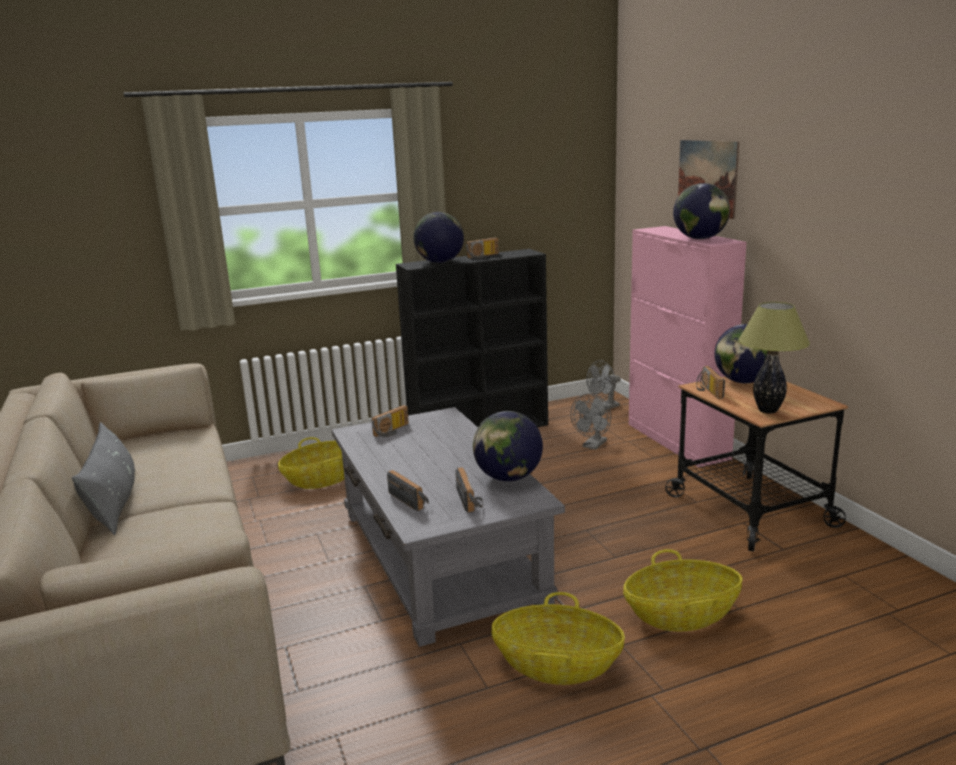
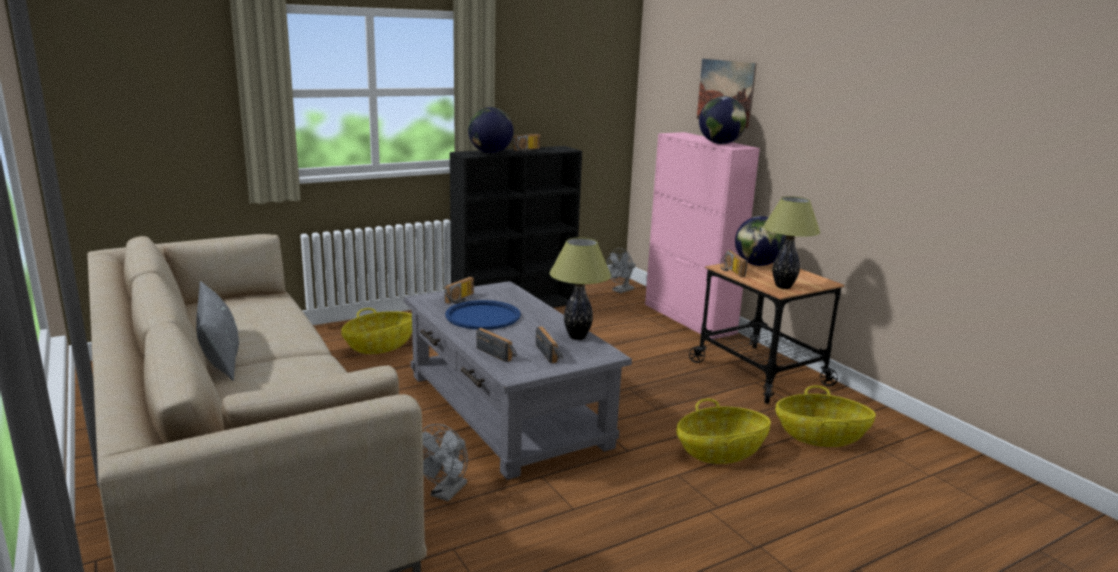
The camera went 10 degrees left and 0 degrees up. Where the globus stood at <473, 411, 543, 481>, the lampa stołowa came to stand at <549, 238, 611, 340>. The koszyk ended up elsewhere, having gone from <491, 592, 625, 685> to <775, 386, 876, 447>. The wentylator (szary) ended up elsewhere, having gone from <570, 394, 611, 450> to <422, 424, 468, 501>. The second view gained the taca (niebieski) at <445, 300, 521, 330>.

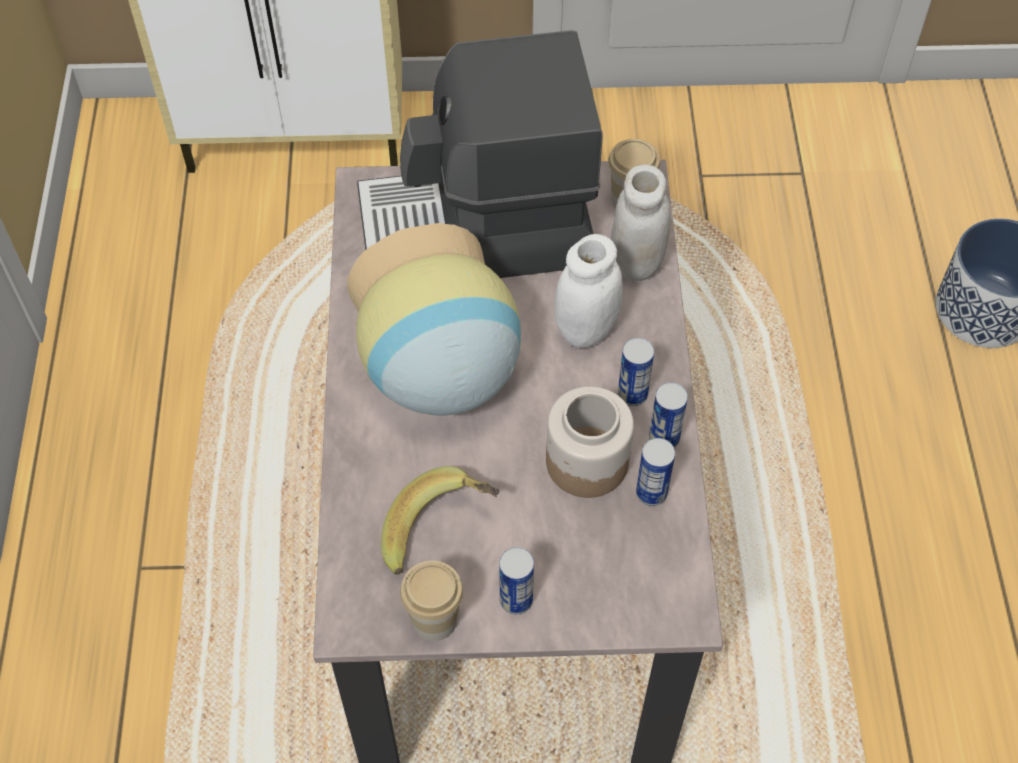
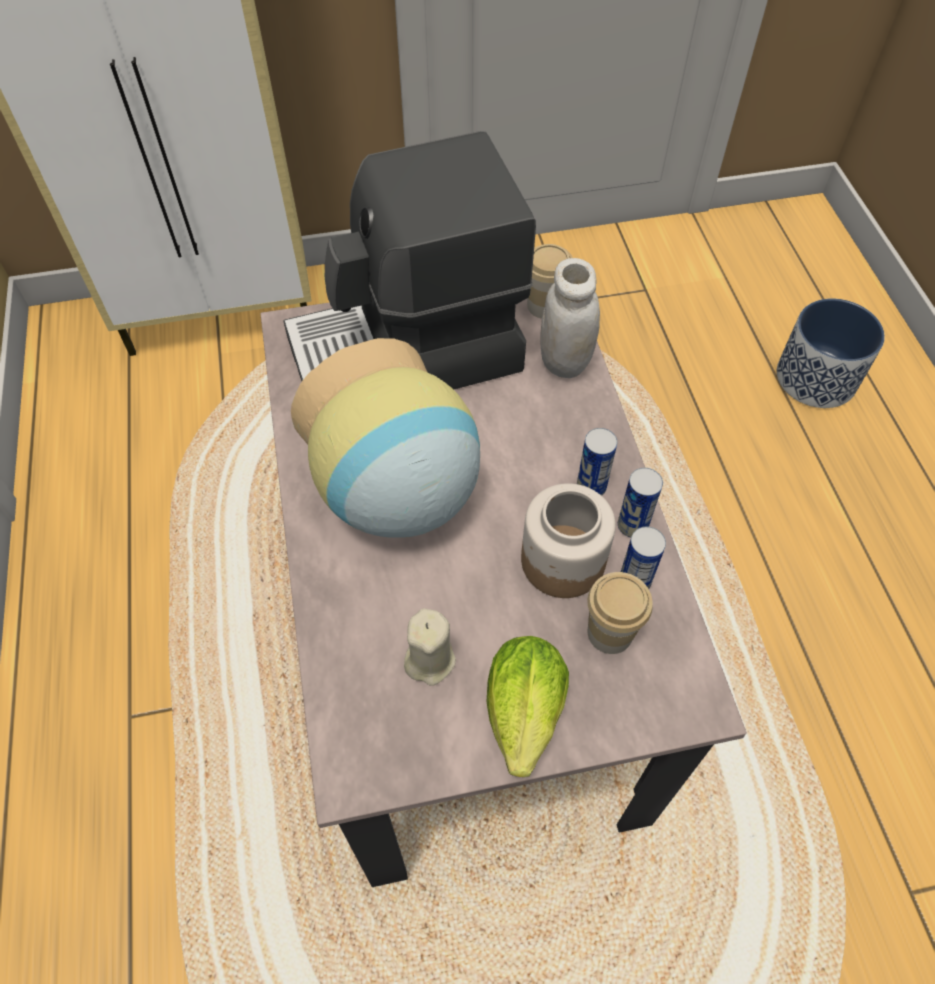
The camera went 10 degrees left and 0 degrees up. Where the banan stood at <381, 466, 499, 574>, the świeca (beżowy) came to stand at <404, 608, 456, 686>. The filiżanka ended up elsewhere, having gone from <400, 561, 463, 641> to <587, 572, 653, 654>. Where the puszka stood at <499, 547, 534, 614>, the sałata came to stand at <486, 636, 569, 777>. The second view lost the słoik (biały) at <555, 234, 623, 348>.

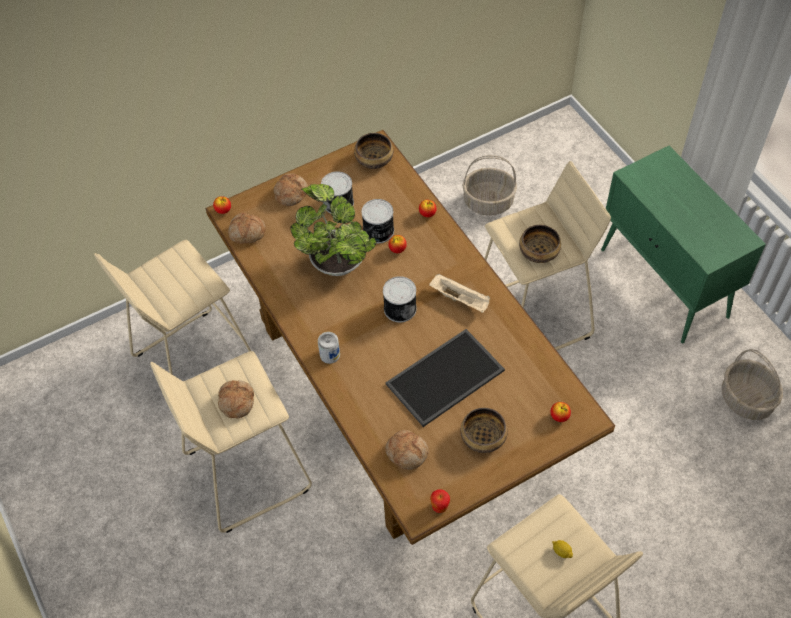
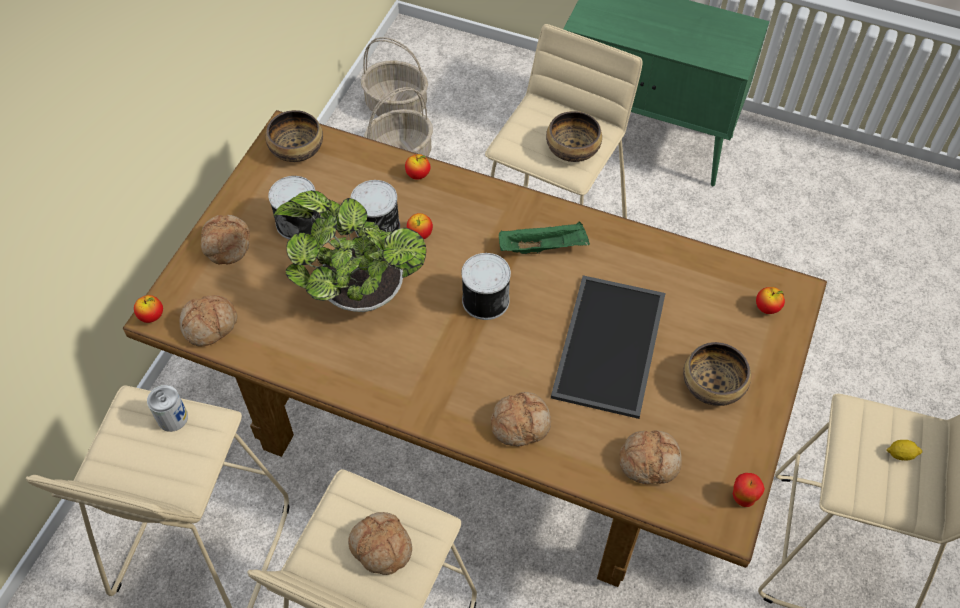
The camera went 40 degrees left and 0 degrees up. The puszka ended up elsewhere, having gone from <318, 332, 340, 364> to <147, 385, 188, 432>. What was the taca (beżowy) at <429, 274, 490, 313> turned into the taca (zielony) at <499, 221, 590, 254>. The koszyk ended up elsewhere, having gone from <722, 349, 783, 420> to <360, 37, 428, 116>. The second view gained the chleb at <490, 392, 551, 446>.

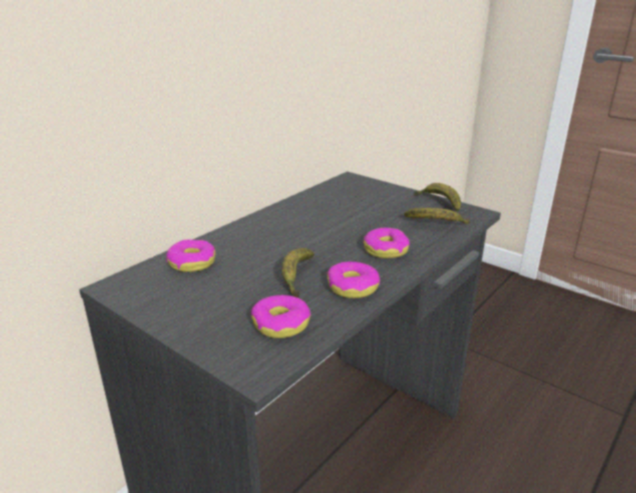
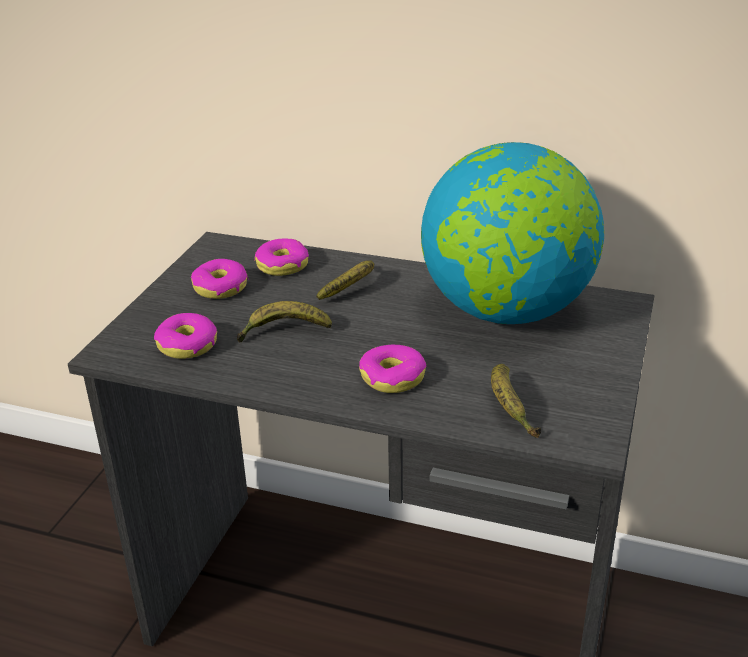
The camera went 70 degrees right and 5 degrees up. The donut ended up elsewhere, having gone from <327, 262, 380, 298> to <191, 259, 248, 299>. The banan ended up elsewhere, having gone from <414, 183, 461, 211> to <316, 260, 374, 300>. The second view gained the globus at <421, 142, 604, 324>.

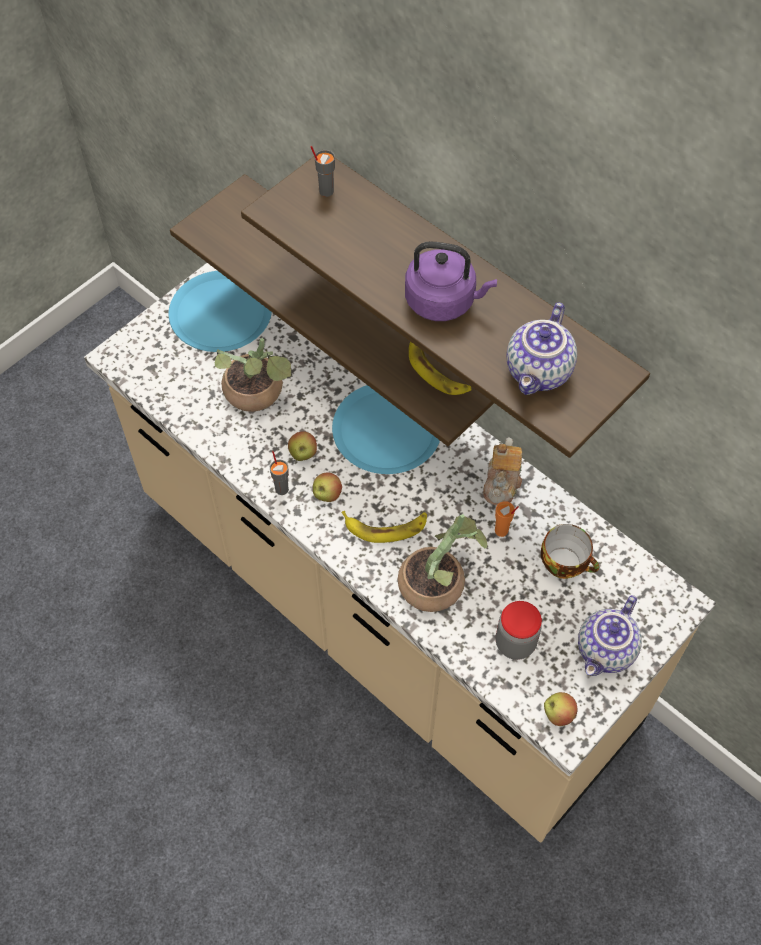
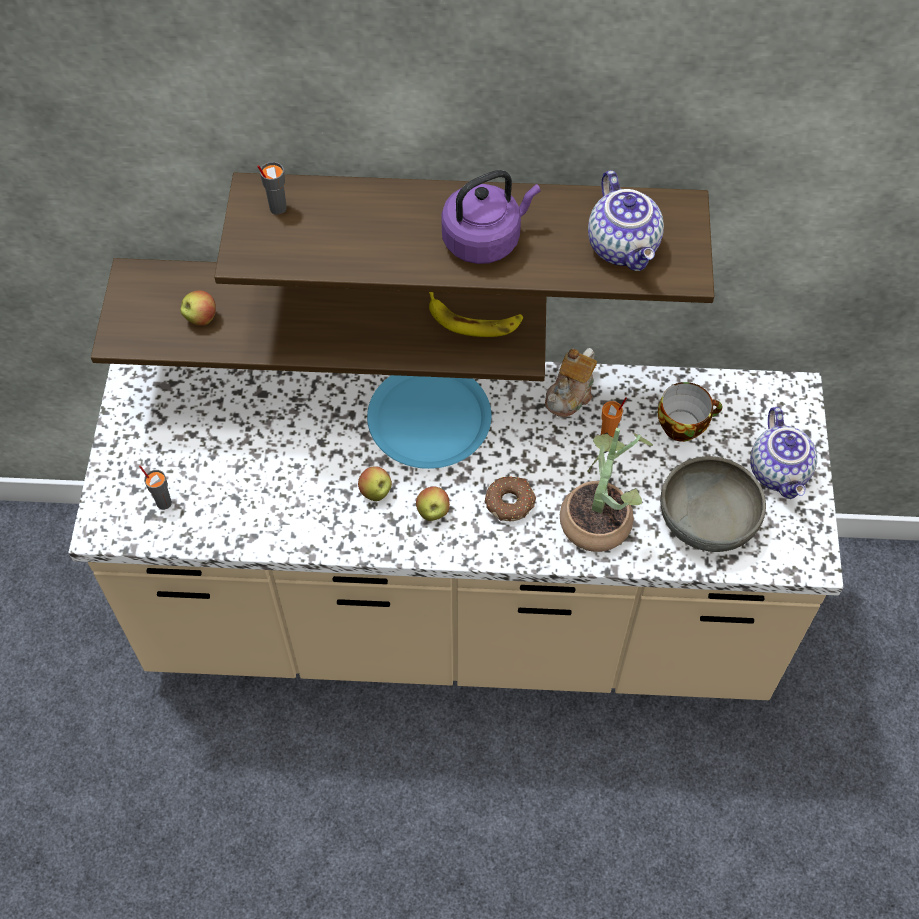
The camera went 40 degrees left and 0 degrees up. The second view lost the talerz (niebieski) at <169, 271, 272, 352>. The second view lost the roślina doniczkowa at <215, 338, 293, 412>. The filiżanka (szary) ended up elsewhere, having gone from <270, 451, 289, 495> to <139, 466, 172, 510>. Where the banan stood at <341, 511, 427, 543>, the donut came to stand at <485, 476, 536, 521>. The imbryk at <483, 438, 522, 506> ended up facing another way, 60 degrees clockwise from before. Where the słoik stood at <496, 601, 542, 660>, the miska (szary) came to stand at <660, 456, 766, 552>. The jabłko ended up elsewhere, having gone from <544, 692, 578, 726> to <180, 290, 216, 326>.

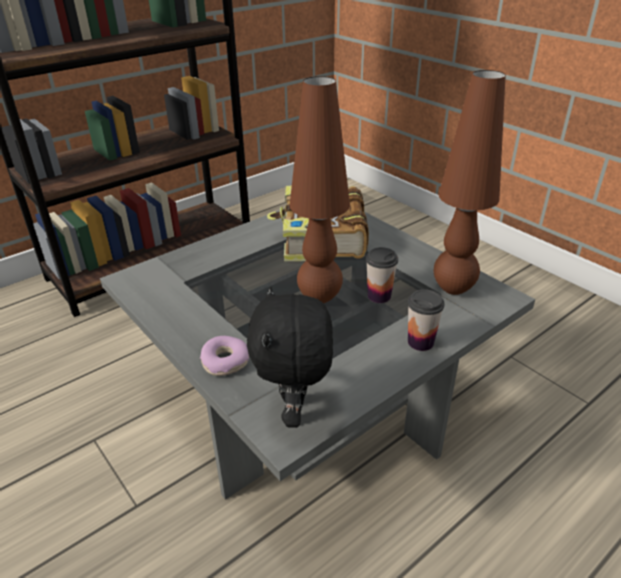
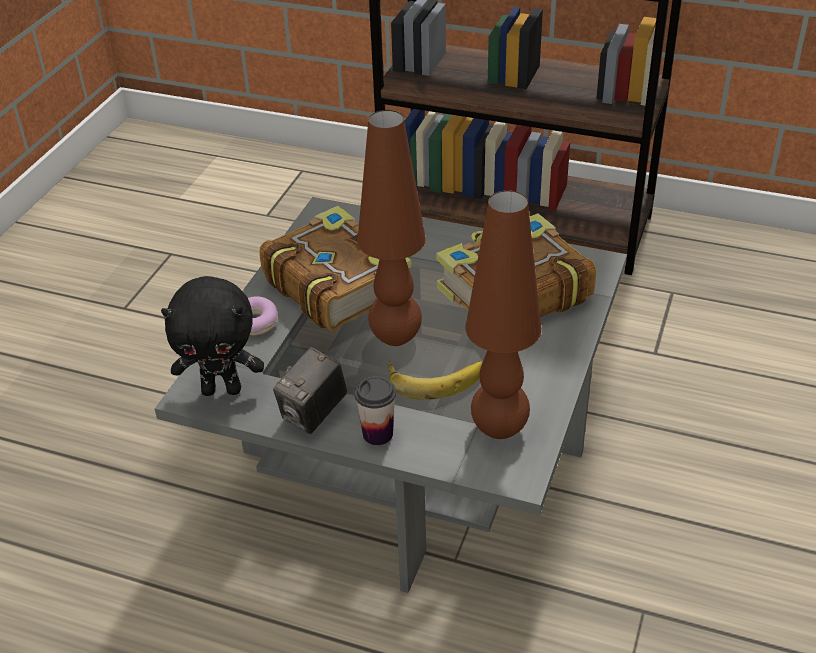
The camera went 60 degrees right and 5 degrees up. The pluszak (czarny) at <247, 286, 333, 428> ended up facing another way, 150 degrees counterclockwise from before. Where the filiżanka stood at <366, 247, 398, 303>, the banan came to stand at <388, 361, 483, 400>. The second view gained the książka at <259, 206, 412, 331>. The second view gained the aparat fotograficzny at <273, 347, 347, 434>.

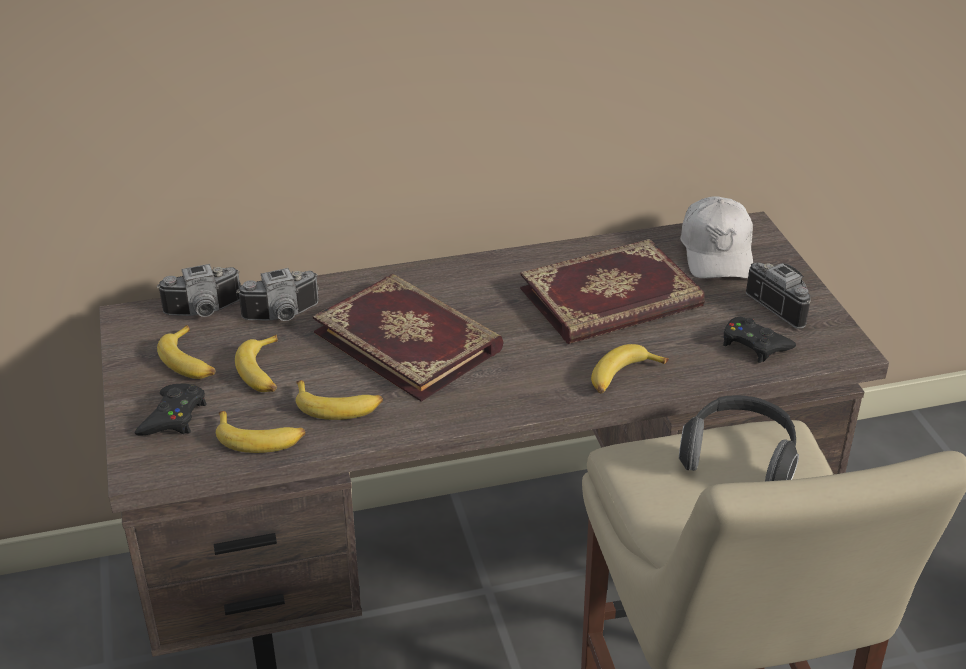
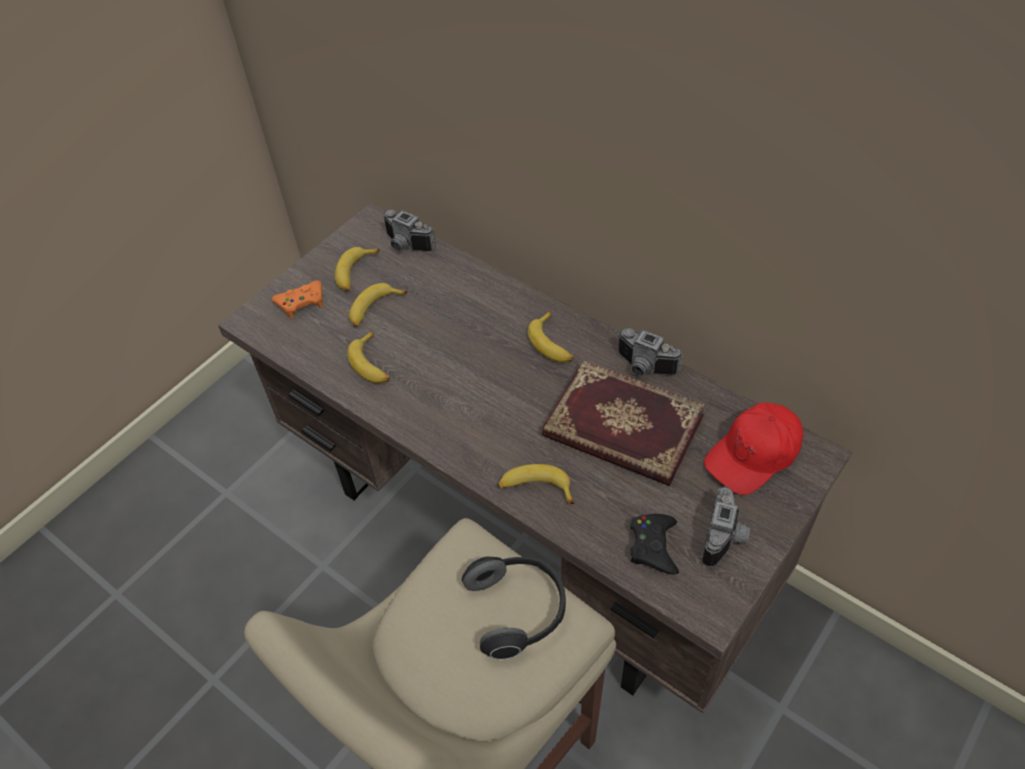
The camera went 55 degrees right and 15 degrees up. What was the pad do gier (czarny) at <135, 384, 207, 436> turned into the pad do gier (pomarańczowy) at <272, 280, 323, 319>. The banan ended up elsewhere, having gone from <216, 411, 305, 453> to <528, 311, 574, 362>. The aparat fotograficzny ended up elsewhere, having gone from <236, 268, 319, 321> to <618, 328, 683, 376>. The second view lost the książka at <312, 274, 504, 402>. What was the czapka z daszkiem (biały) at <680, 196, 753, 279> turned into the czapka z daszkiem (czerwony) at <704, 403, 803, 495>.

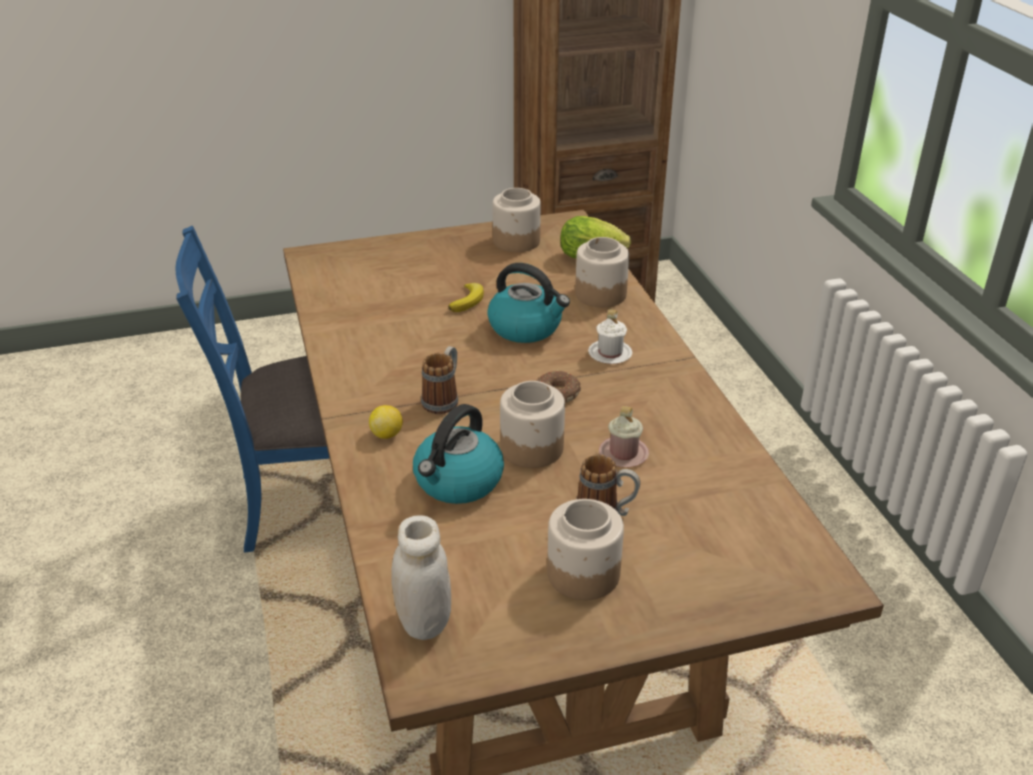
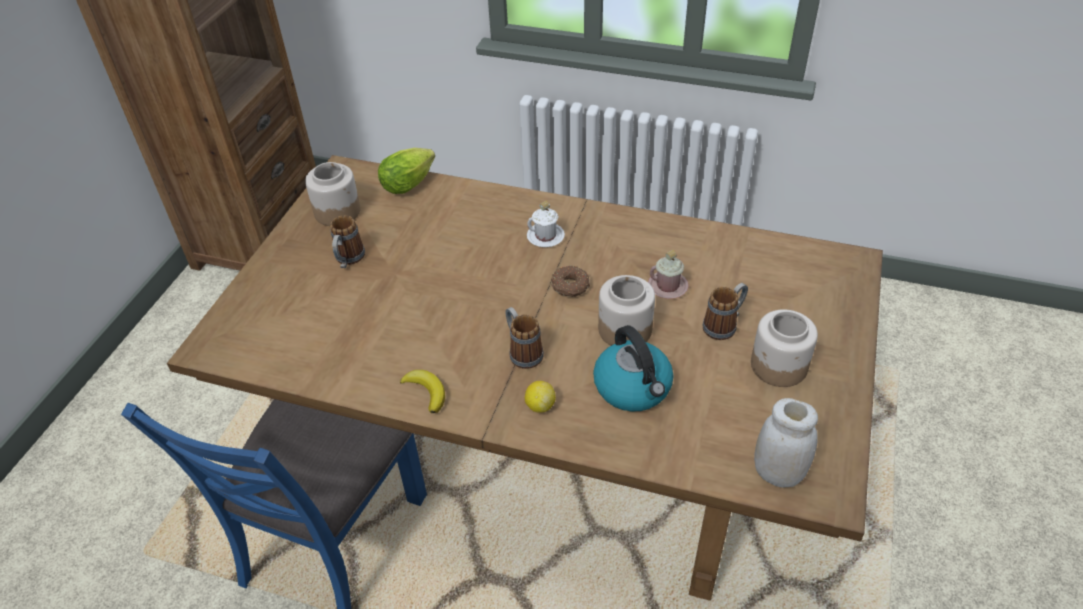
The camera went 55 degrees left and 10 degrees up. The banan ended up elsewhere, having gone from <448, 283, 484, 312> to <400, 370, 445, 413>. The second view lost the czajnik at <487, 263, 570, 343>. The second view lost the słoik at <575, 237, 629, 307>. The second view gained the kubek at <330, 215, 365, 268>.

